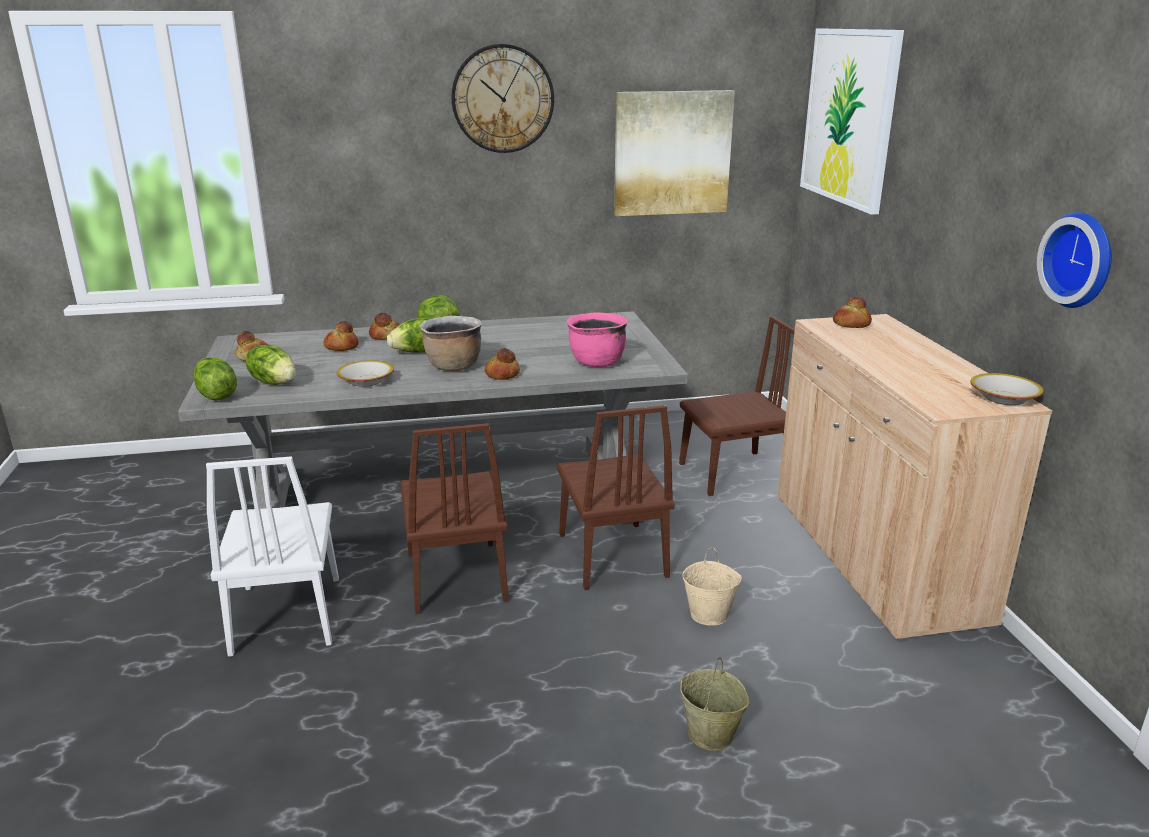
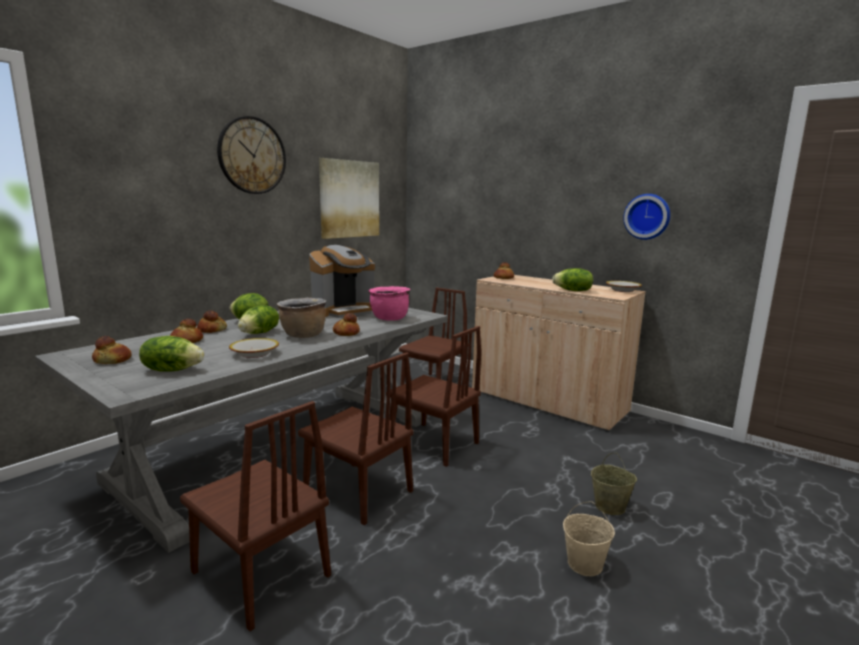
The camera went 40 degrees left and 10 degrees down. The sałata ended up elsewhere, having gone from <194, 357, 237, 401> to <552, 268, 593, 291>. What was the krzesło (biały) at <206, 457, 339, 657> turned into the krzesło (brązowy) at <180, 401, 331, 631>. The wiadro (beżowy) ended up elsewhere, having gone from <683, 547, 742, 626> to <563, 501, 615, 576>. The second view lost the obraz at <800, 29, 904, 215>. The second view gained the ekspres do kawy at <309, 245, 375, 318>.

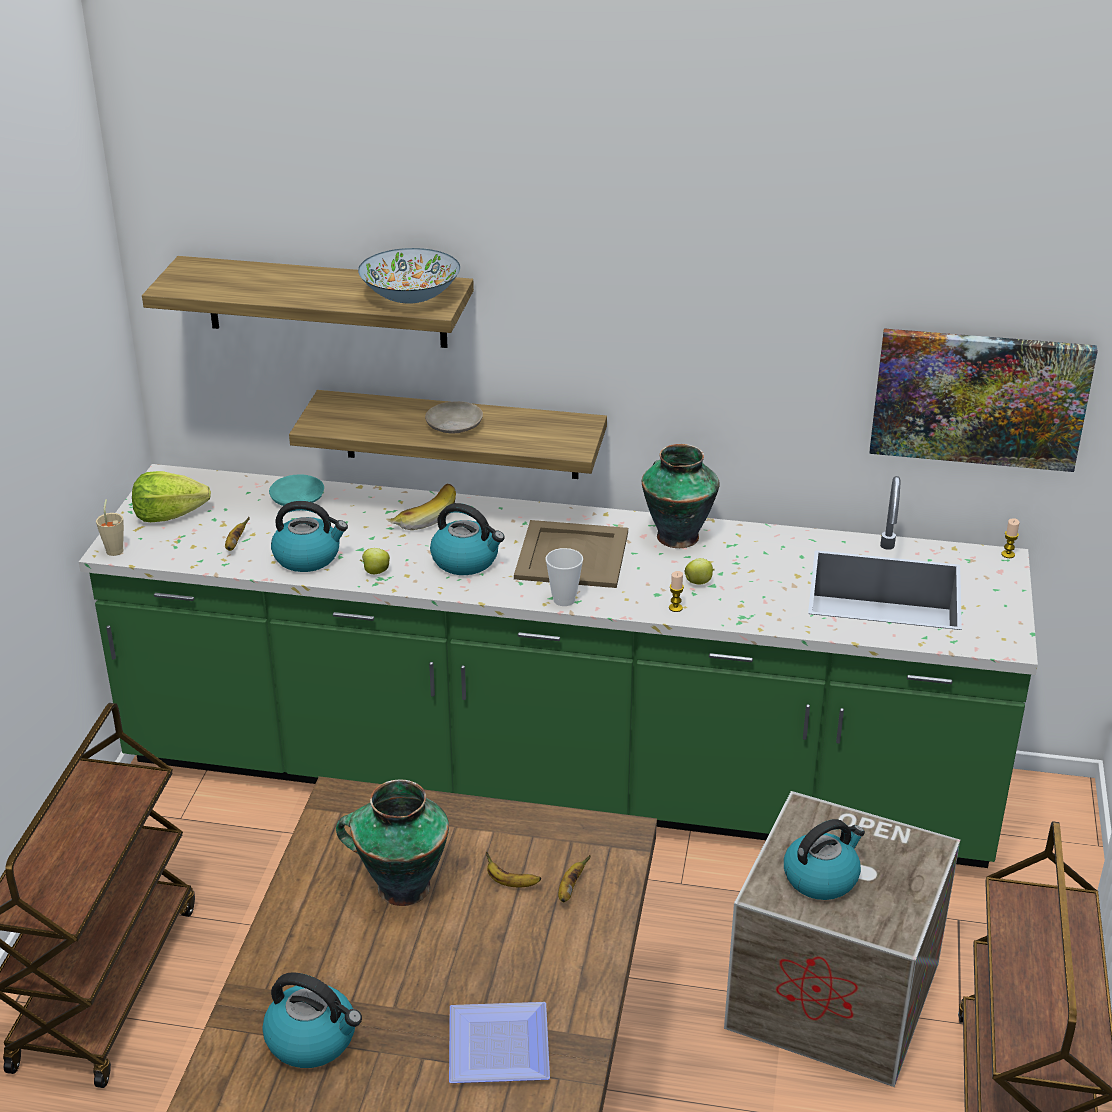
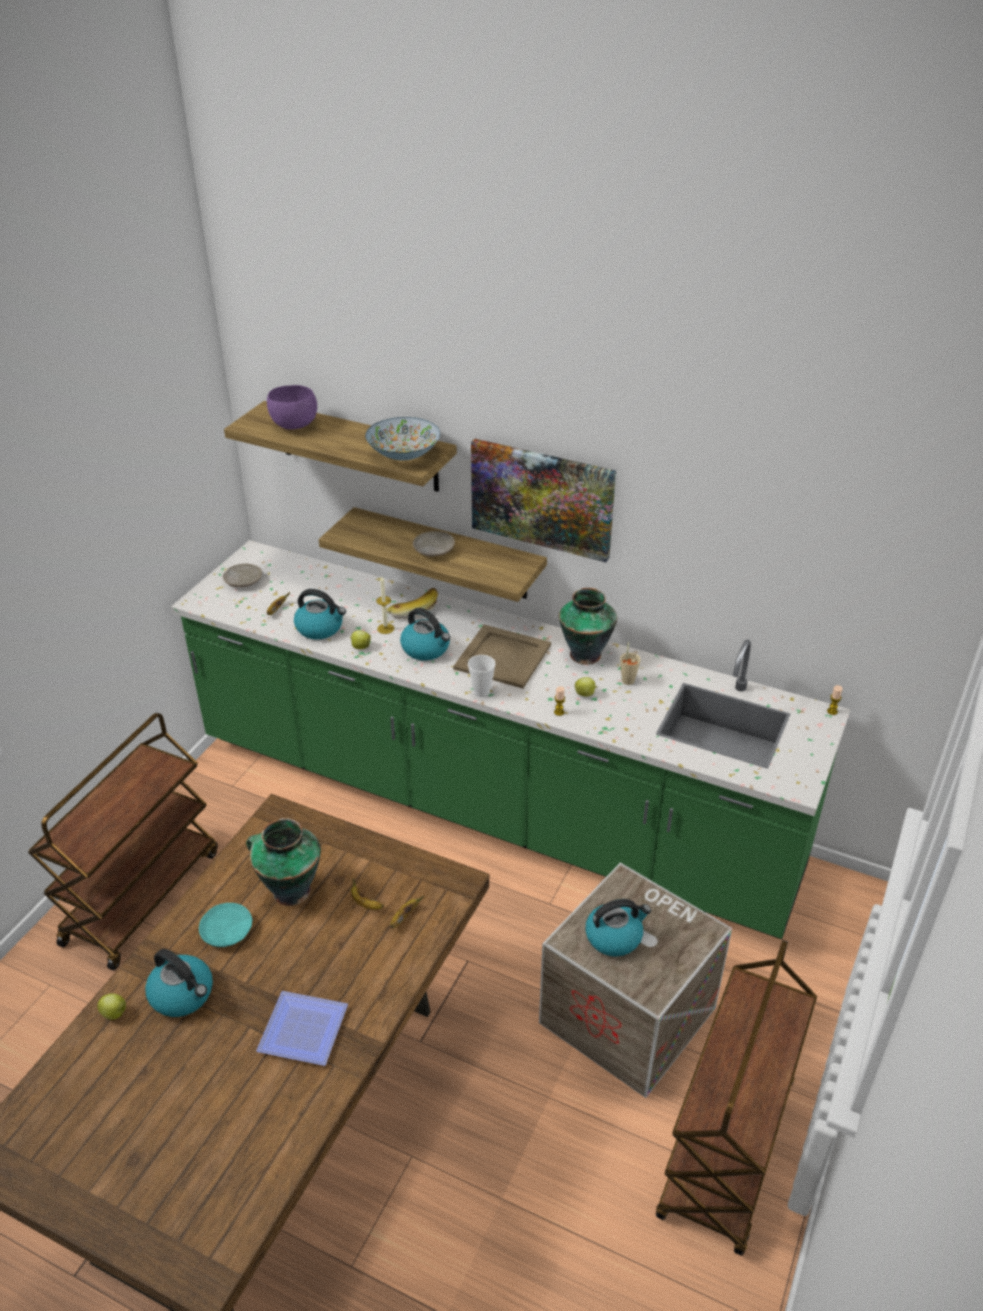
The camera went 15 degrees right and 5 degrees up. The filiżanka (beżowy) ended up elsewhere, having gone from <96, 499, 124, 556> to <620, 642, 641, 685>. Where the sałata stood at <132, 471, 211, 522>, the talerz (beżowy) came to stand at <223, 564, 262, 587>. The talerz (turkusowy) ended up elsewhere, having gone from <269, 474, 324, 506> to <199, 903, 252, 947>. The obraz ended up elsewhere, having gone from <869, 328, 1098, 472> to <471, 439, 616, 562>. The second view gained the jabłko at <97, 993, 126, 1020>. The second view gained the miska (fioletowy) at <267, 385, 317, 430>. The second view gained the świeca at <376, 577, 394, 634>.

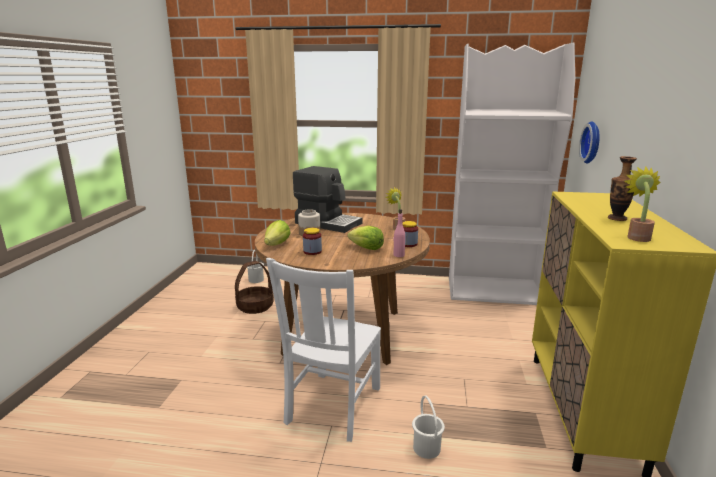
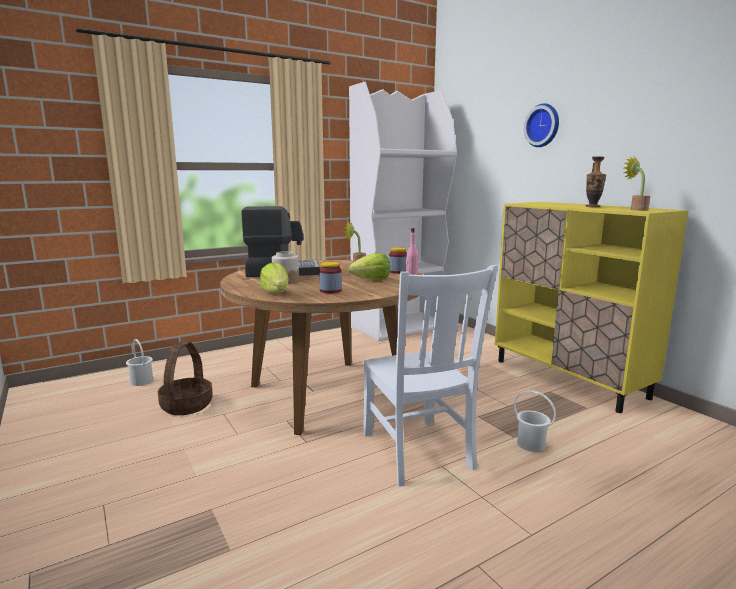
The camera went 40 degrees left and 5 degrees down. The zegar ścienny ended up elsewhere, having gone from <579, 121, 600, 164> to <524, 103, 559, 147>.

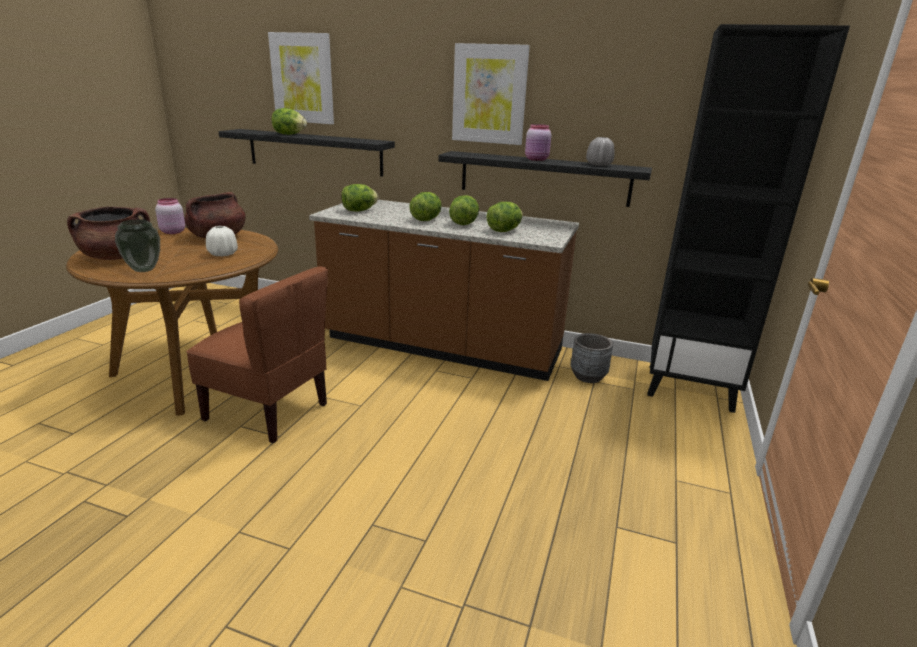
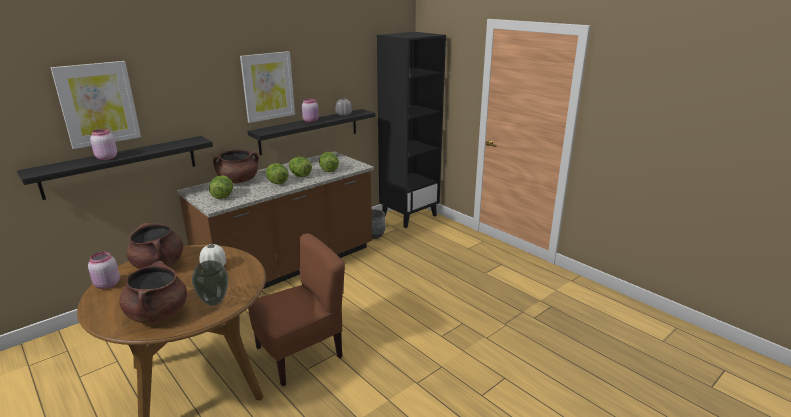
The camera went 60 degrees left and 0 degrees up. Where the sałata stood at <272, 108, 307, 135>, the słoik (różowy) came to stand at <90, 129, 117, 160>. The second view gained the garnek (brązowy) at <213, 149, 259, 183>.

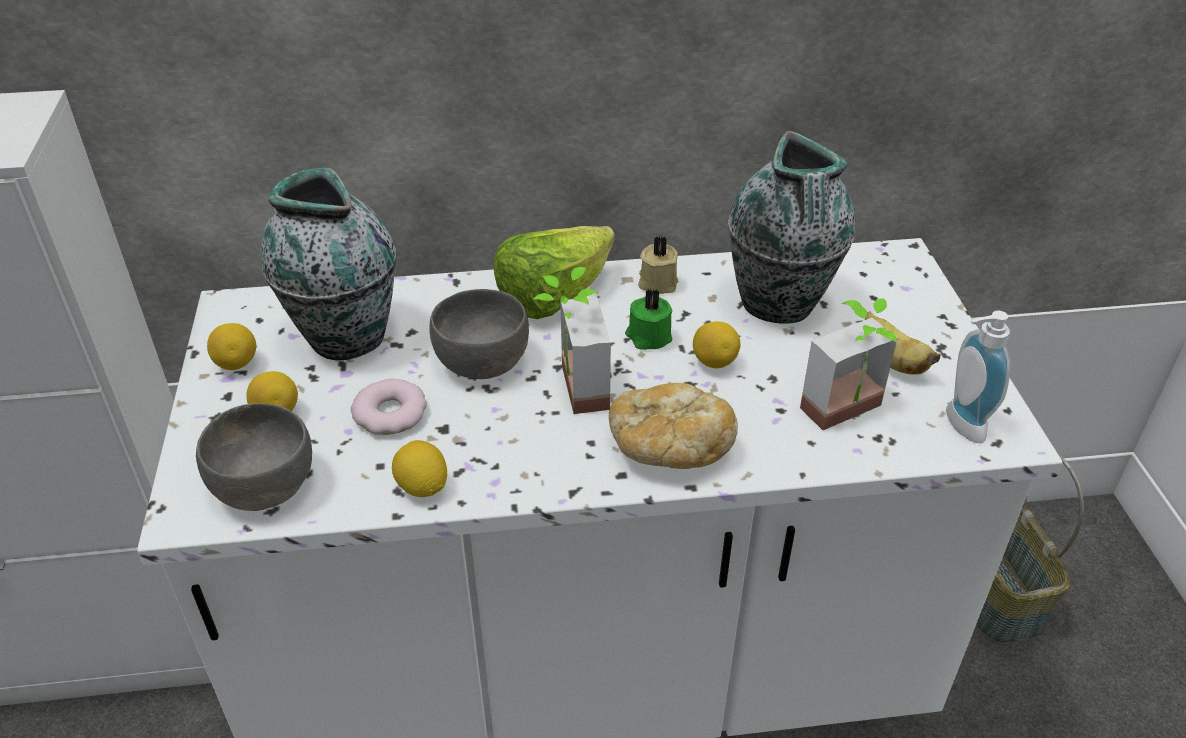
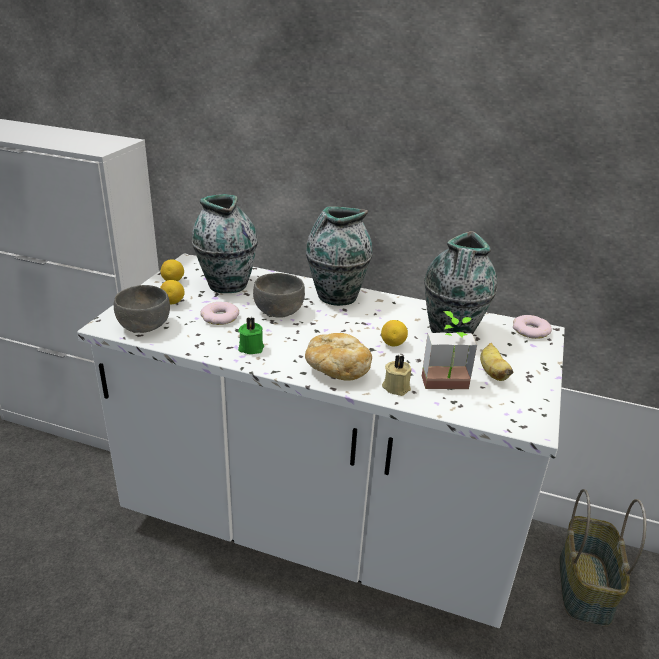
The camera went 25 degrees right and 10 degrees down. The second view lost the cytryna at <392, 440, 447, 497>. Where the sałata stood at <494, 226, 615, 319>, the wazon came to stand at <306, 206, 373, 306>. The second view lost the roślina doniczkowa at <533, 267, 611, 414>. The świeca (zielony) ended up elsewhere, having gone from <625, 289, 673, 350> to <238, 317, 264, 354>. The świeca (beżowy) ended up elsewhere, having gone from <638, 236, 678, 294> to <382, 354, 412, 396>. The second view lost the dozownik mydła at <946, 310, 1011, 443>. The second view gained the donut at <513, 315, 552, 339>.

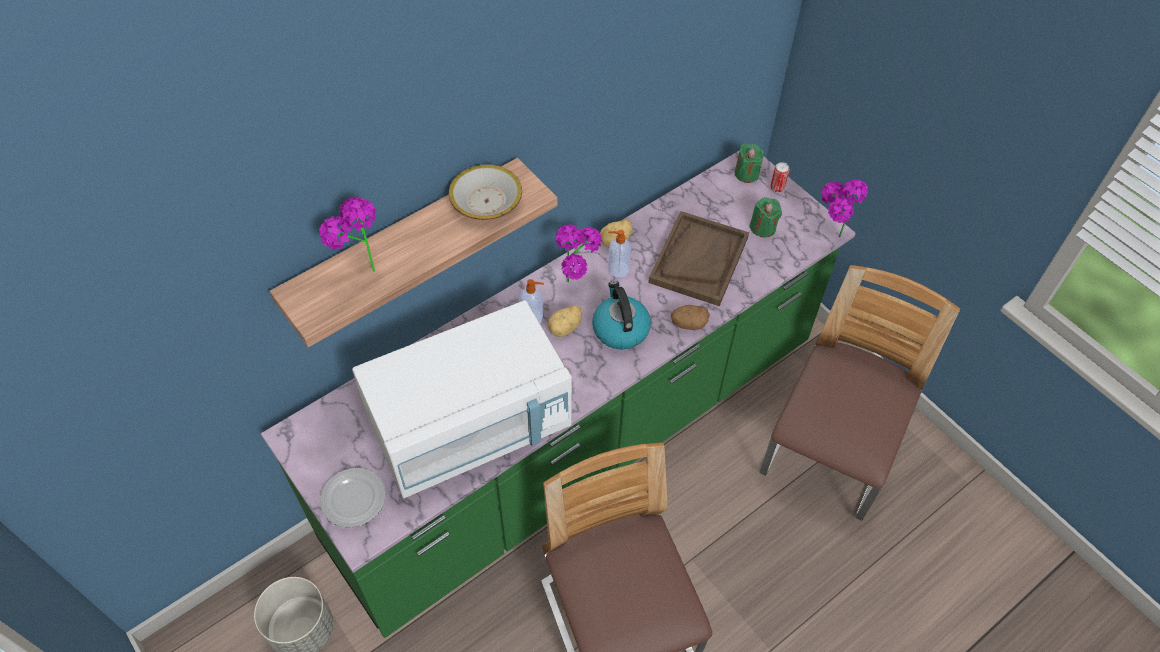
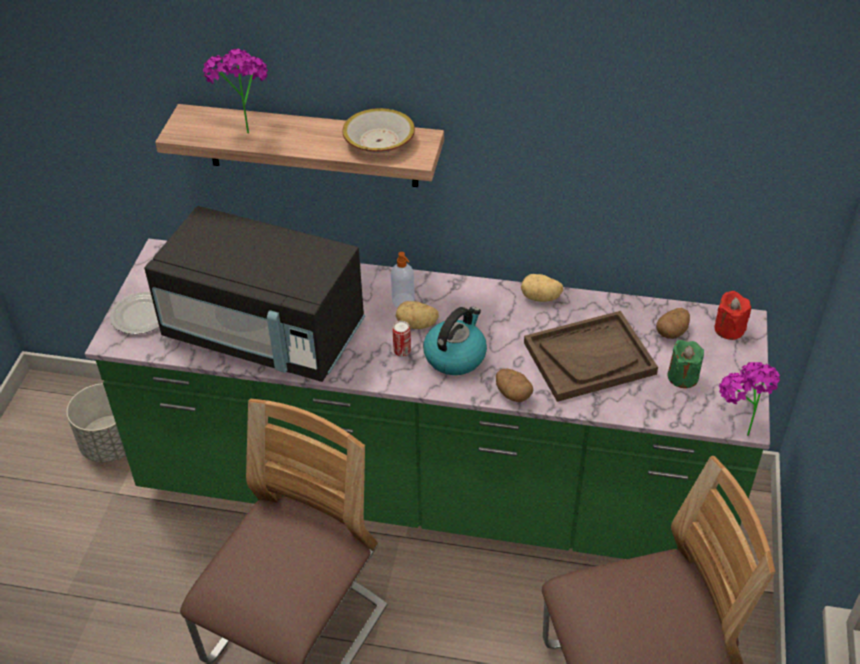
The camera went 50 degrees right and 10 degrees down. What was the mikrofalówka (biały) at <352, 301, 572, 498> turned into the mikrofalówka (czarny) at <144, 206, 365, 382>. The second view lost the roślina doniczkowa at <556, 224, 602, 283>. The second view lost the dozownik mydła at <608, 230, 631, 277>. What was the świeca (zielony) at <734, 144, 764, 183> turned into the świeca (czerwony) at <714, 291, 751, 340>. The puszka ended up elsewhere, having gone from <770, 162, 790, 192> to <392, 321, 411, 357>. The second view gained the ziemniak at <656, 308, 690, 339>.

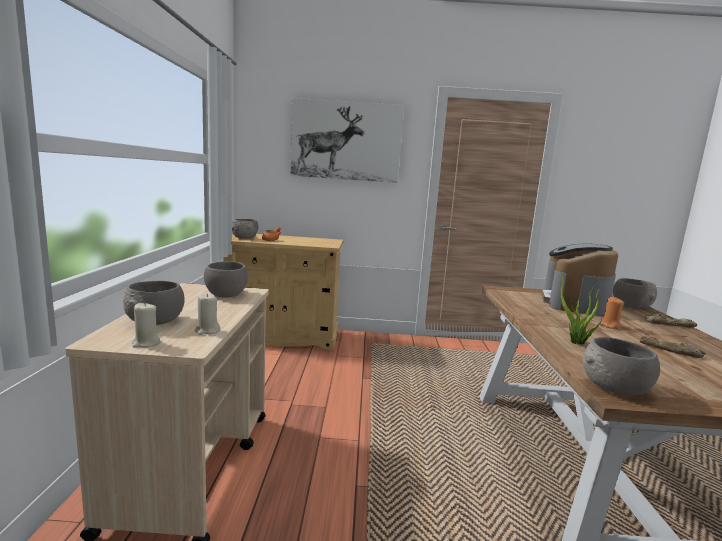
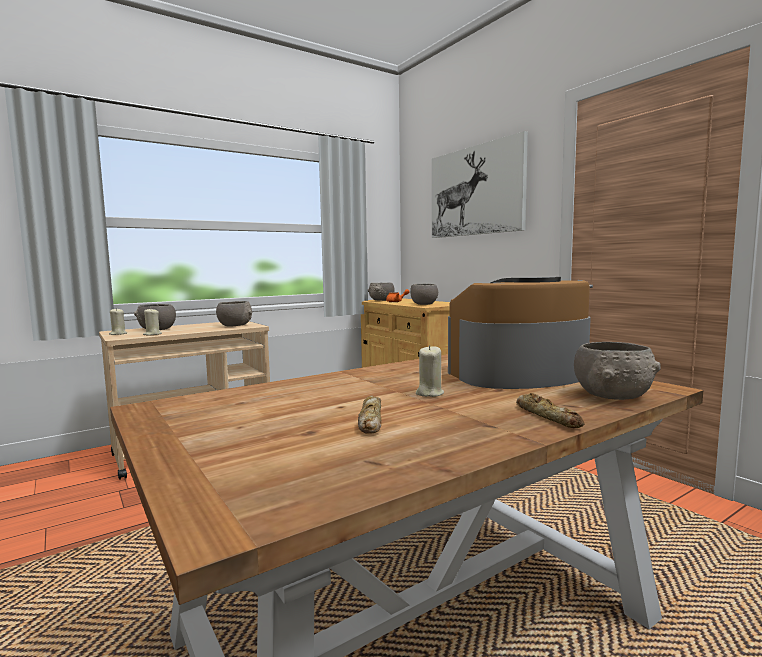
The camera went 55 degrees right and 5 degrees down. The second view lost the roślina doniczkowa at <558, 269, 602, 345>. The miska (szary) ended up elsewhere, having gone from <583, 337, 660, 396> to <410, 284, 438, 305>. What was the świeca (pomarańczowy) at <600, 297, 624, 329> turned into the świeca (beżowy) at <416, 345, 444, 397>.

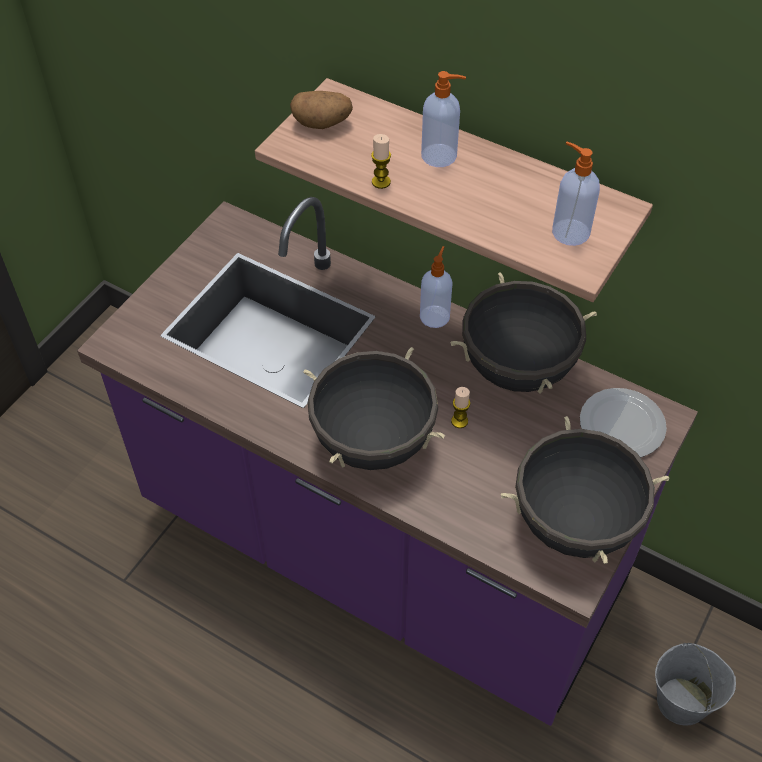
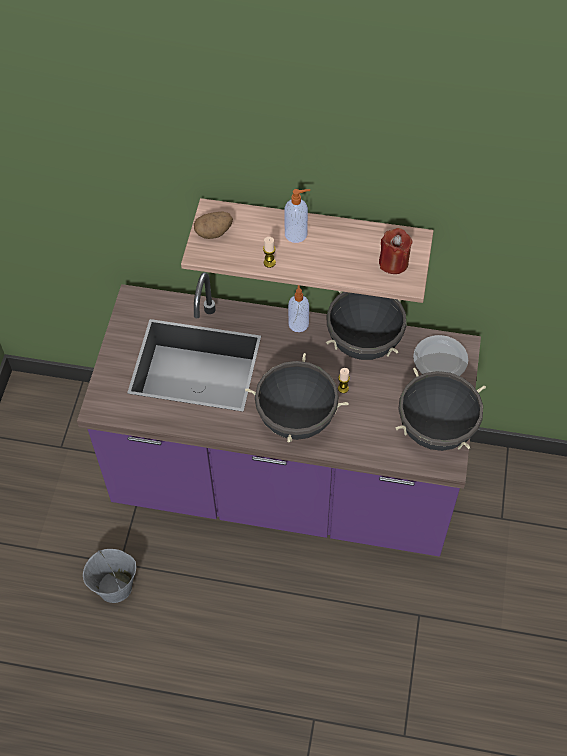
The camera went 20 degrees left and 5 degrees up. Where the dozownik mydła stood at <552, 142, 600, 246>, the świeca (czerwony) came to stand at <379, 228, 413, 274>. The wiadro (szary) ended up elsewhere, having gone from <655, 643, 736, 726> to <83, 549, 136, 603>.

